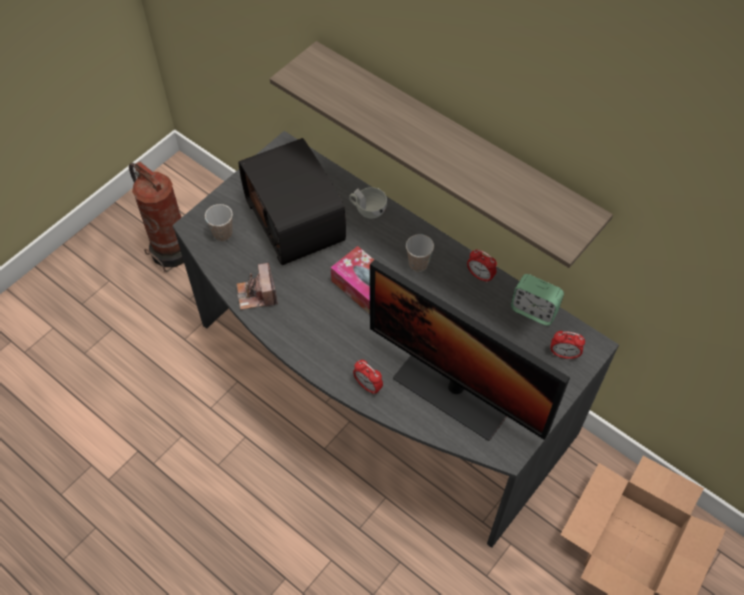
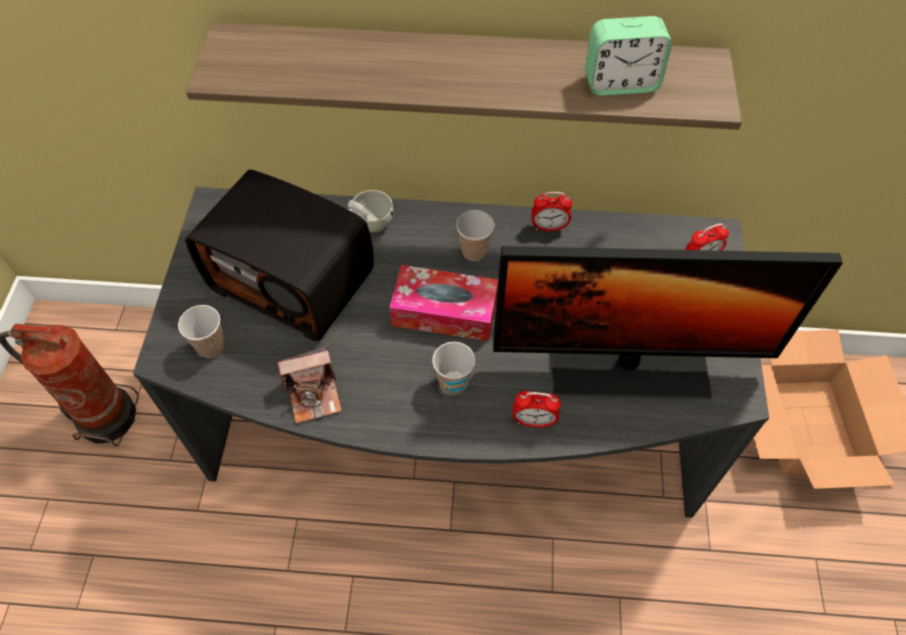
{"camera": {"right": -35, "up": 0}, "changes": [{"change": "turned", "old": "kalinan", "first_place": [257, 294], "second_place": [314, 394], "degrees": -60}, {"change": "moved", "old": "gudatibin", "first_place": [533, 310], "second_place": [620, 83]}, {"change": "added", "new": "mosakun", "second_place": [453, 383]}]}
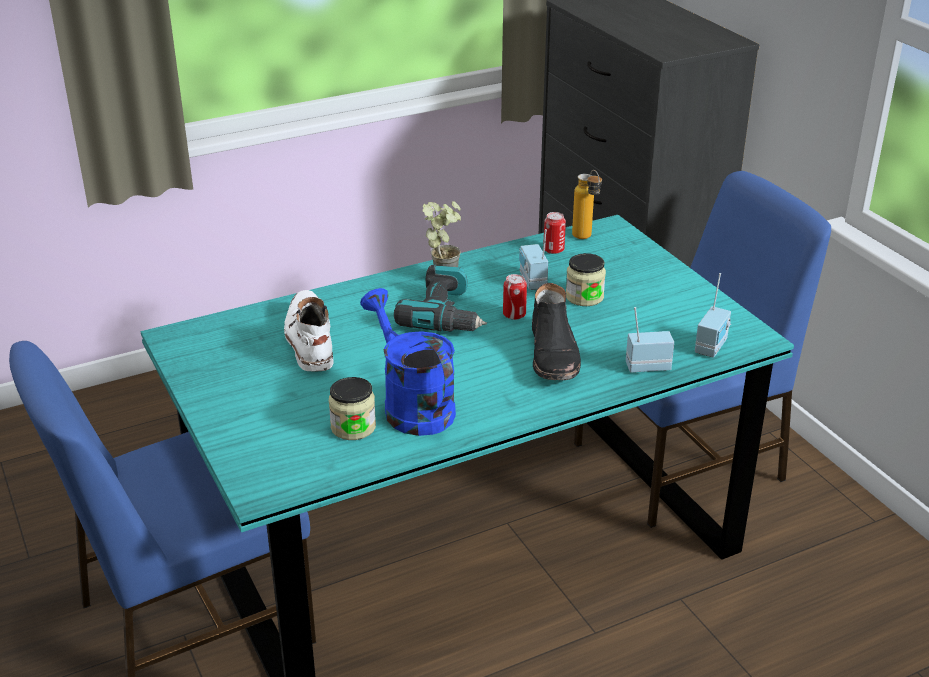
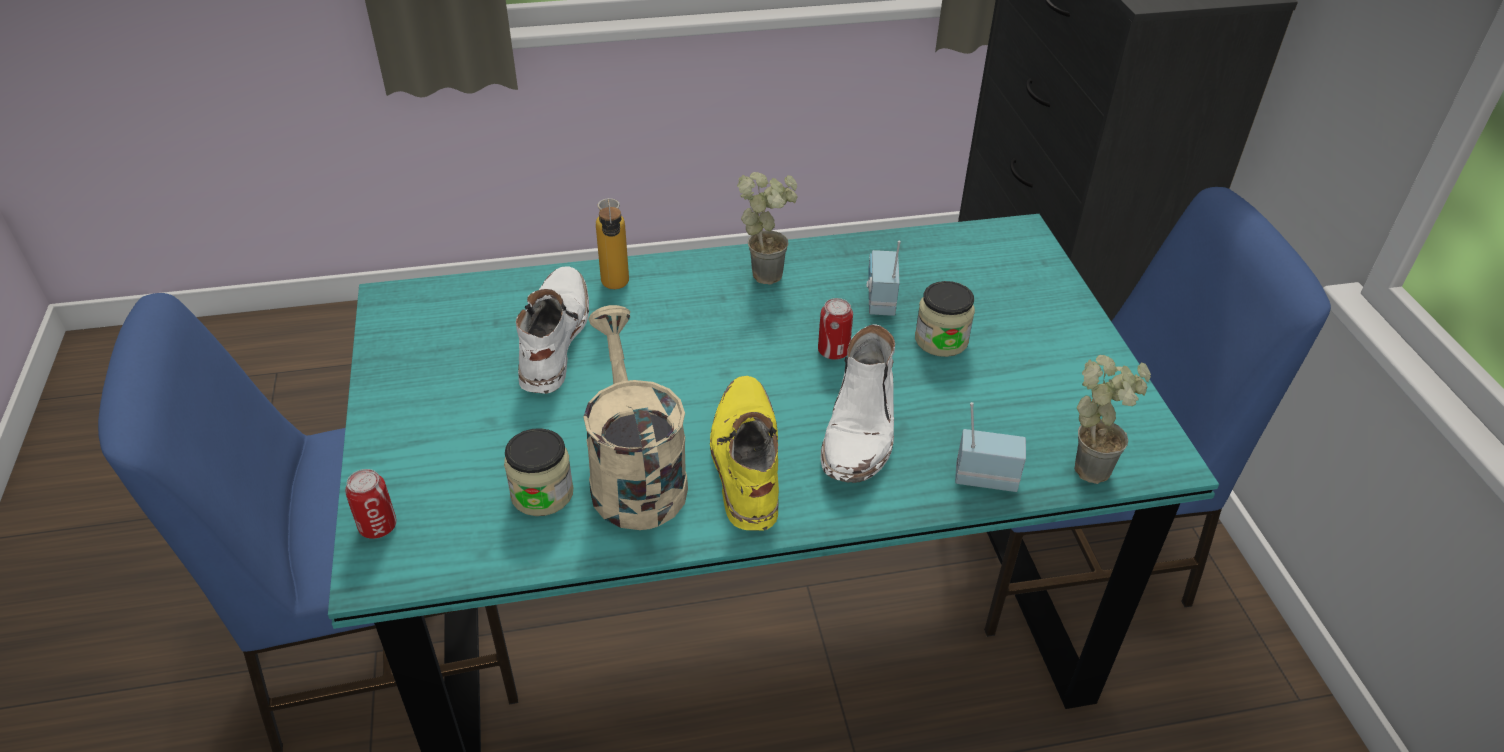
{"camera": {"right": 15, "up": 10}, "changes": [{"change": "moved", "old": "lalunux", "first_place": [585, 239], "second_place": [616, 289]}, {"change": "moved", "old": "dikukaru", "first_place": [553, 250], "second_place": [378, 526]}, {"change": "removed", "old": "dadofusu", "first_place": [446, 314]}, {"change": "replaced", "old": "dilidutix", "new": "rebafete", "first_place": [712, 347], "second_place": [1093, 463]}, {"change": "recoloured", "old": "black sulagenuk", "new": "white sulagenuk", "first_place": [554, 355], "second_place": [861, 429]}, {"change": "recoloured", "old": "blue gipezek", "new": "beige gipezek", "first_place": [412, 405], "second_place": [634, 474]}, {"change": "added", "new": "yellow sulagenuk", "second_place": [745, 461]}]}
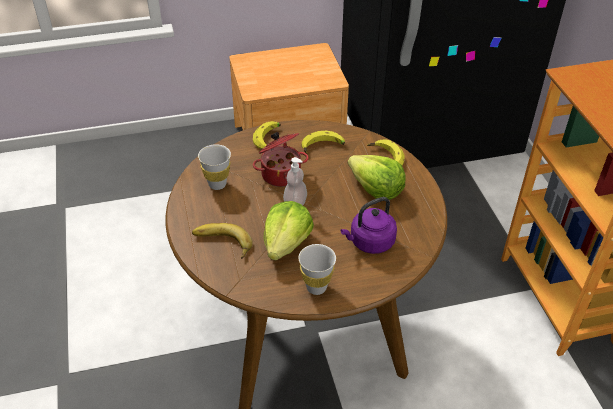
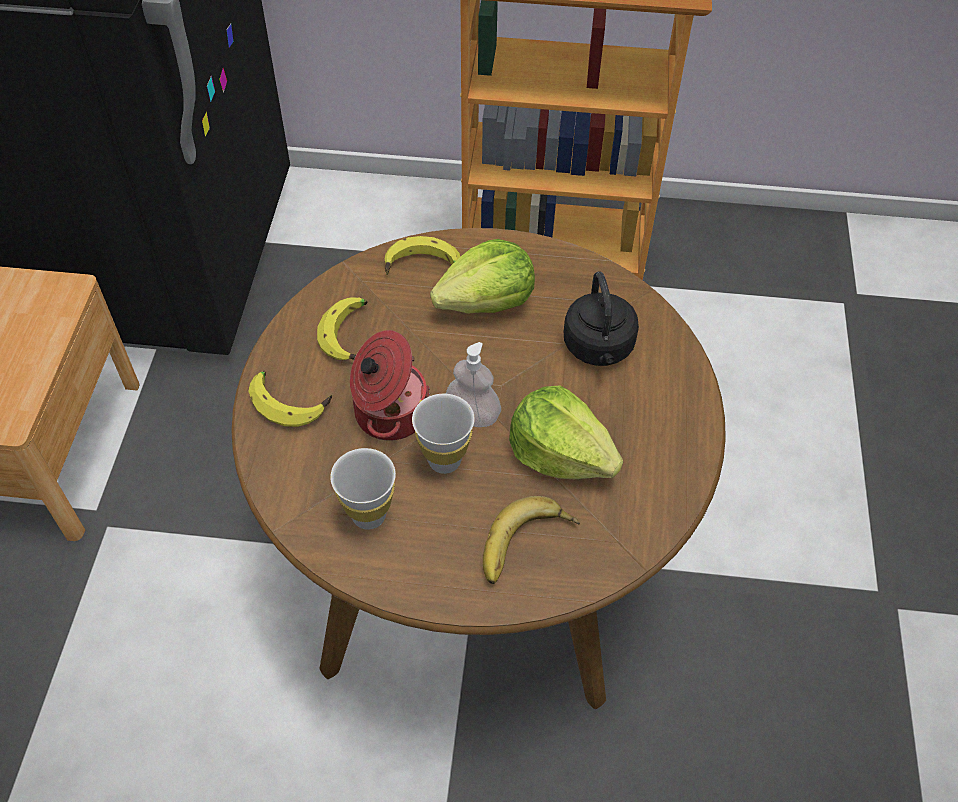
{"camera": {"right": -70, "up": 10}, "changes": [{"change": "recoloured", "old": "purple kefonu", "new": "black kefonu", "first_place": [369, 242], "second_place": [599, 348]}, {"change": "moved", "old": "white mosakun", "first_place": [316, 287], "second_place": [444, 460]}]}
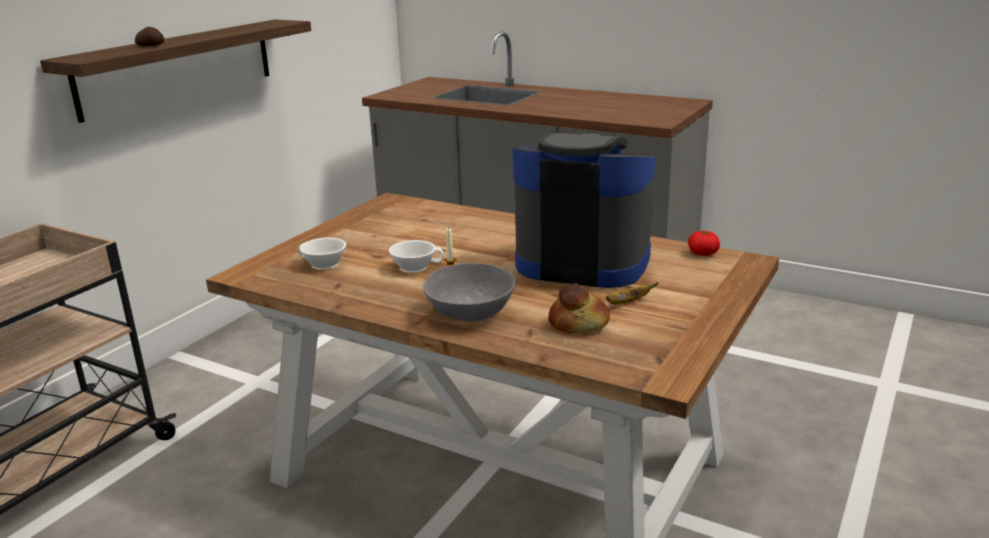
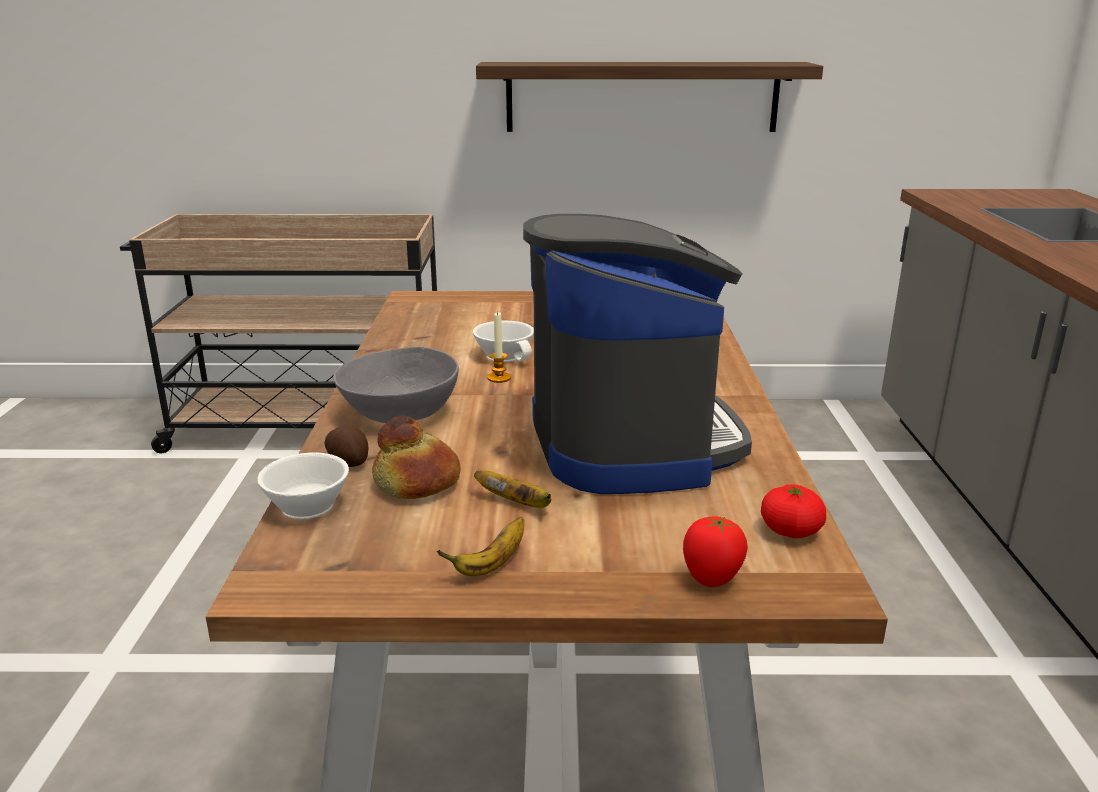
{"camera": {"right": 60, "up": 0}, "changes": [{"change": "moved", "old": "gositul", "first_place": [150, 46], "second_place": [348, 460]}, {"change": "moved", "old": "white mosakun", "first_place": [322, 264], "second_place": [304, 504]}, {"change": "added", "new": "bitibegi", "second_place": [491, 564]}, {"change": "added", "new": "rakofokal", "second_place": [711, 580]}]}
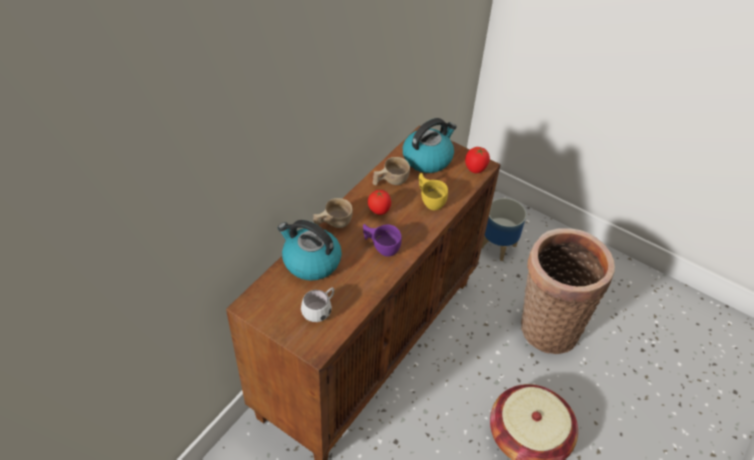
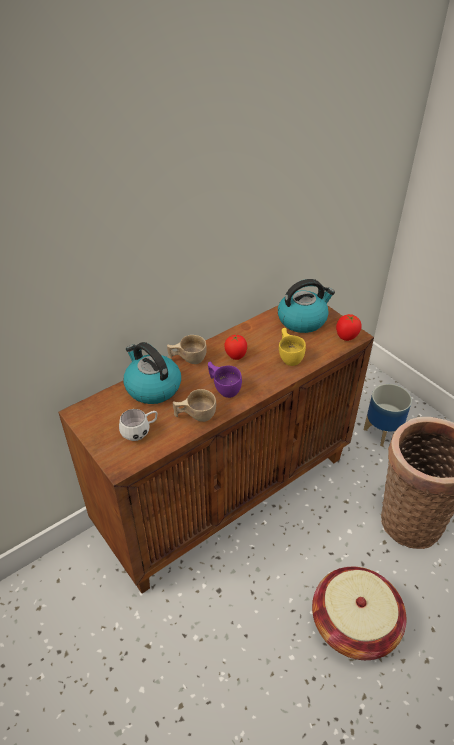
{"camera": {"right": 20, "up": -5}, "changes": [{"change": "moved", "old": "beige mosakun", "first_place": [390, 181], "second_place": [195, 415]}]}
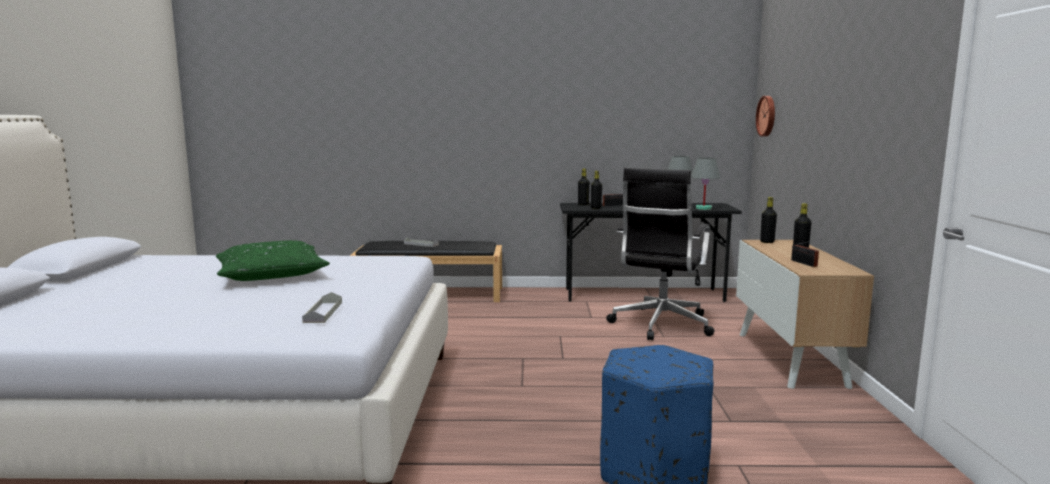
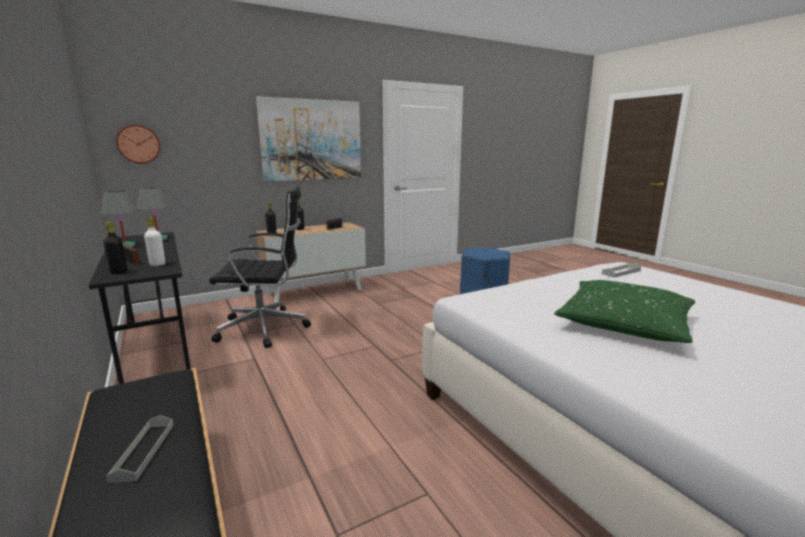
{"camera": {"right": -120, "up": 5}, "changes": [{"change": "recoloured", "old": "black lalunux", "new": "white lalunux", "first_place": [596, 208], "second_place": [157, 264]}, {"change": "added", "new": "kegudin", "second_place": [312, 140]}]}
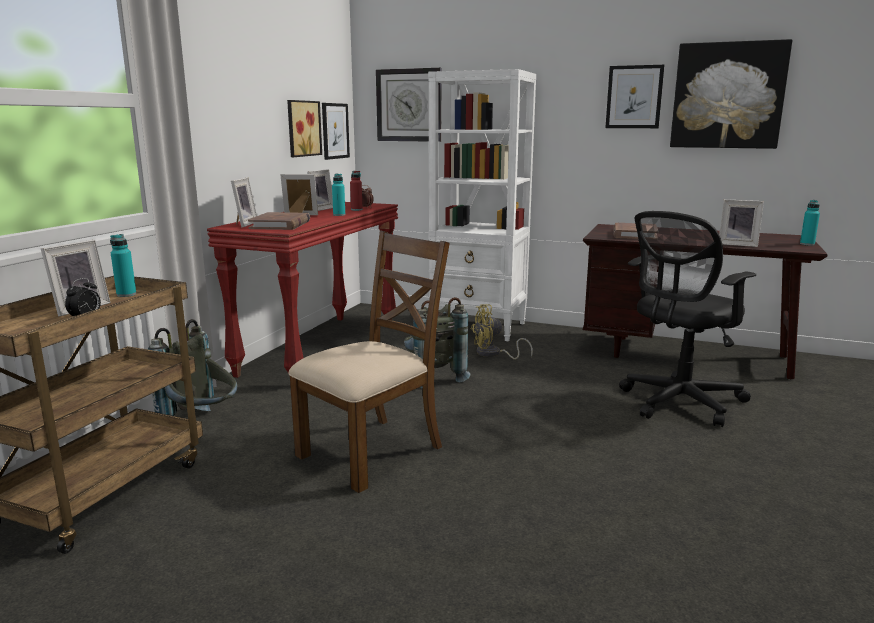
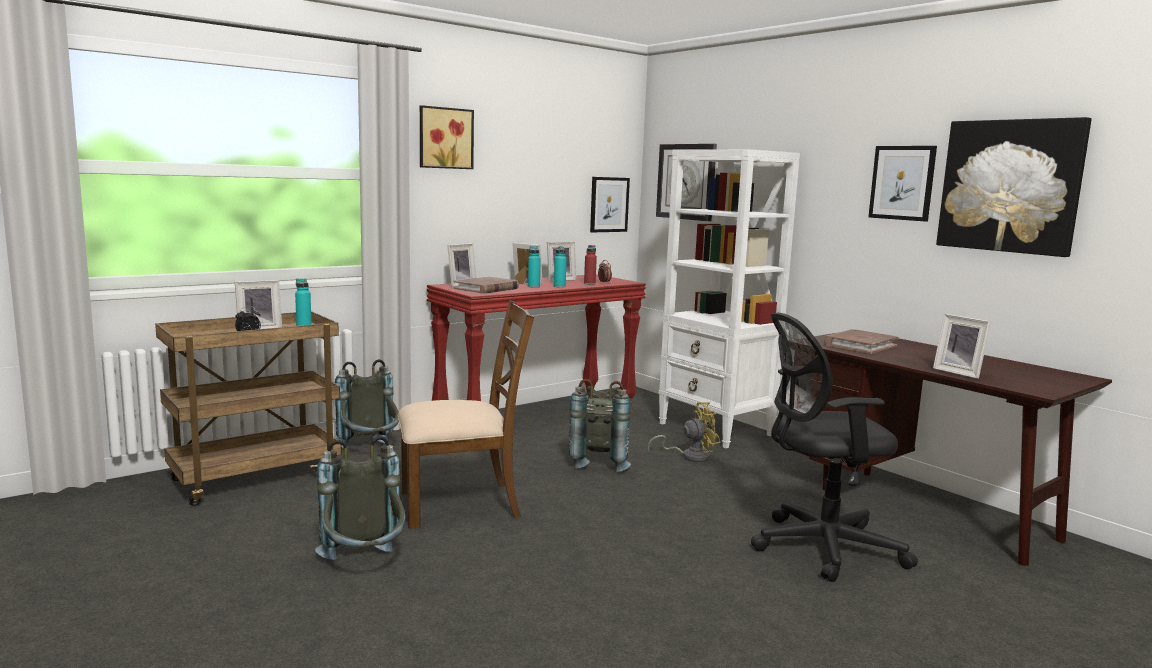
{"camera": {"right": 30, "up": -5}, "changes": [{"change": "moved", "old": "kegudin", "first_place": [302, 128], "second_place": [445, 138]}, {"change": "moved", "old": "turquoise lalunux", "first_place": [807, 244], "second_place": [533, 287]}, {"change": "turned", "old": "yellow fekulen", "first_place": [493, 354], "second_place": [690, 456], "degrees": 150}, {"change": "added", "new": "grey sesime", "second_place": [364, 566]}]}
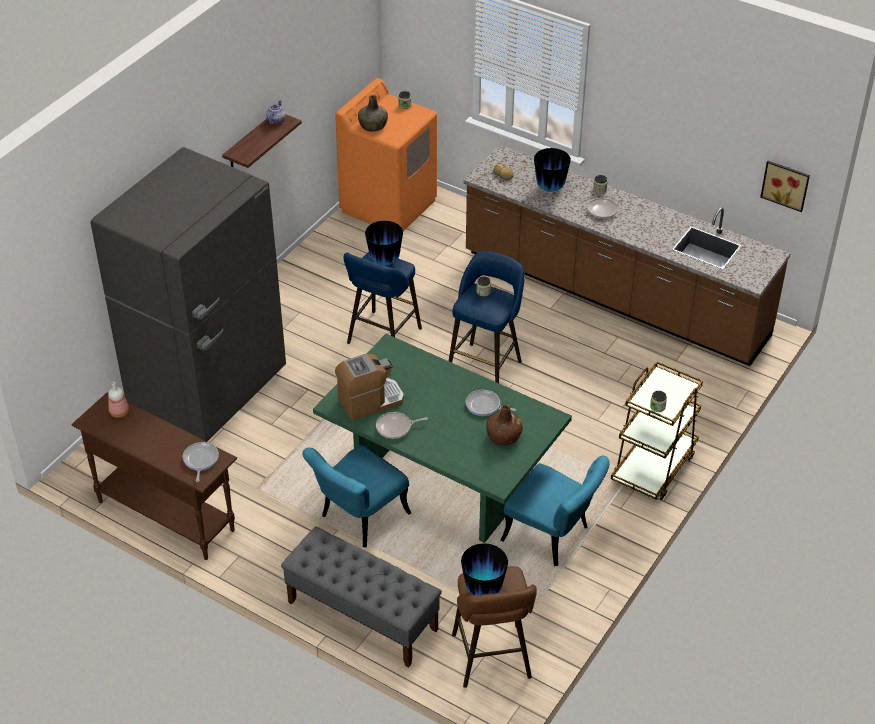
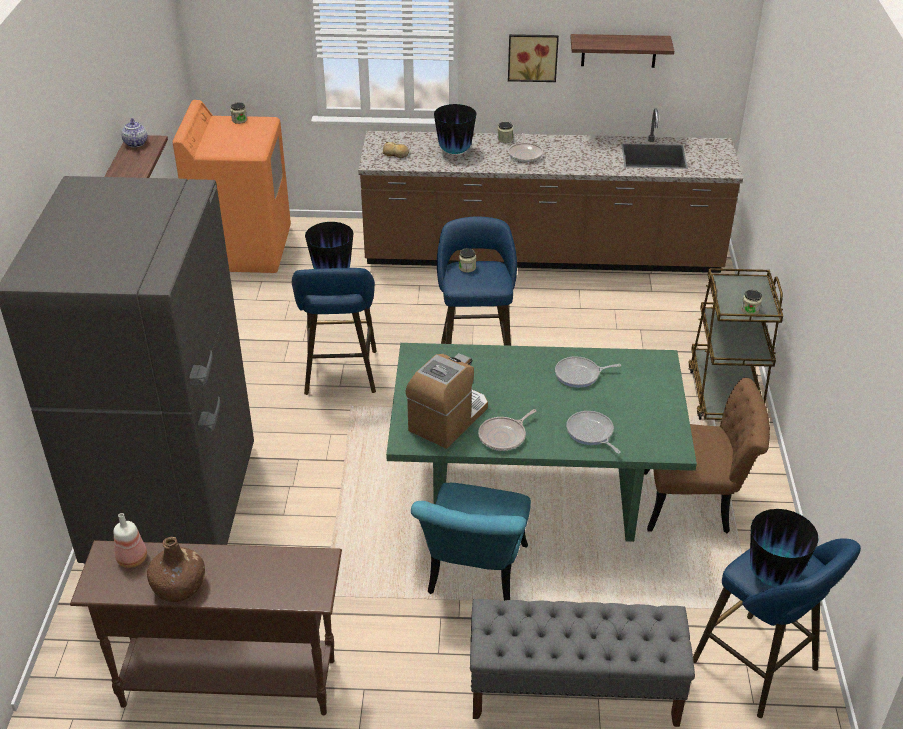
{"camera": {"right": -30, "up": -5}, "changes": [{"change": "removed", "old": "green lalunux", "first_place": [373, 126]}, {"change": "moved", "old": "kegudin", "first_place": [786, 184], "second_place": [532, 57]}, {"change": "moved", "old": "brown lalunux", "first_place": [504, 436], "second_place": [179, 586]}, {"change": "moved", "old": "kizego", "first_place": [200, 460], "second_place": [591, 433]}, {"change": "recoloured", "old": "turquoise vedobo", "new": "brown vedobo", "first_place": [553, 537], "second_place": [696, 503]}, {"change": "recoloured", "old": "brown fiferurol", "new": "blue fiferurol", "first_place": [492, 660], "second_place": [760, 669]}, {"change": "added", "new": "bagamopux", "second_place": [619, 50]}]}
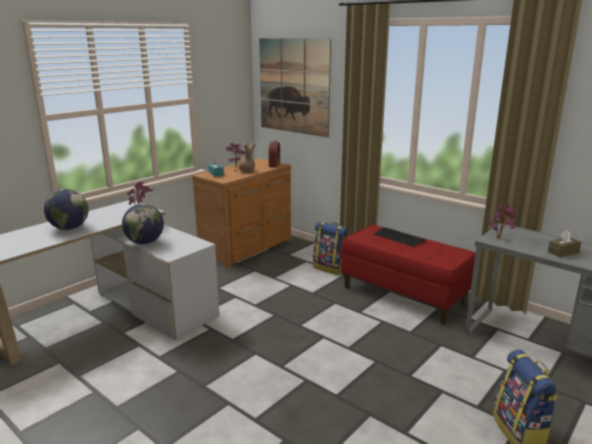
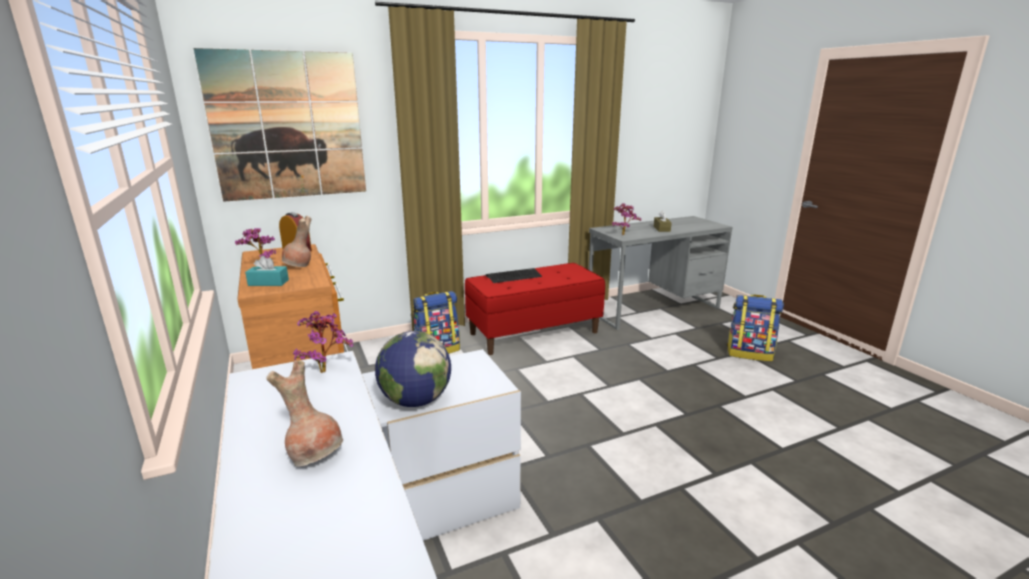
{"camera": {"right": -65, "up": 0}, "changes": [{"change": "replaced", "old": "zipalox", "new": "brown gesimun", "first_place": [69, 228], "second_place": [315, 455]}]}
